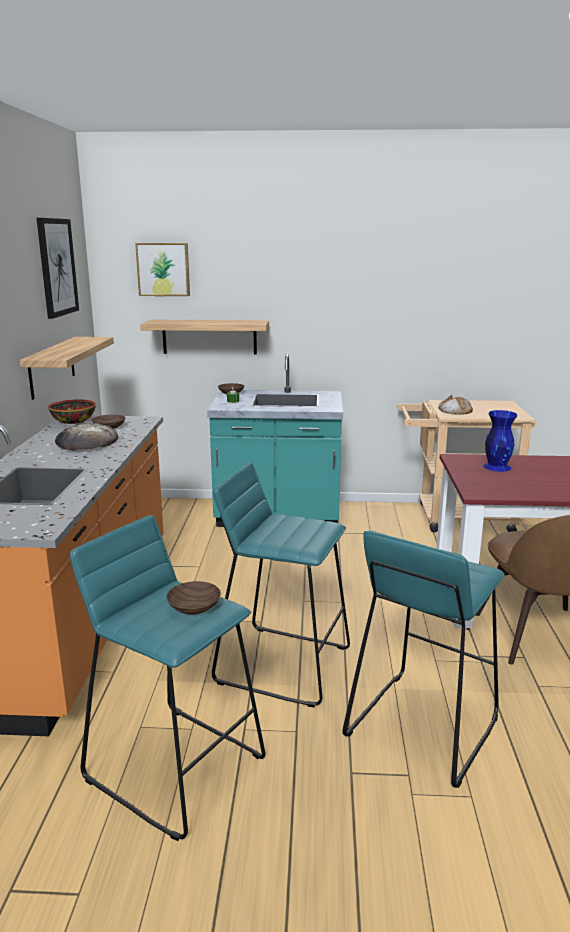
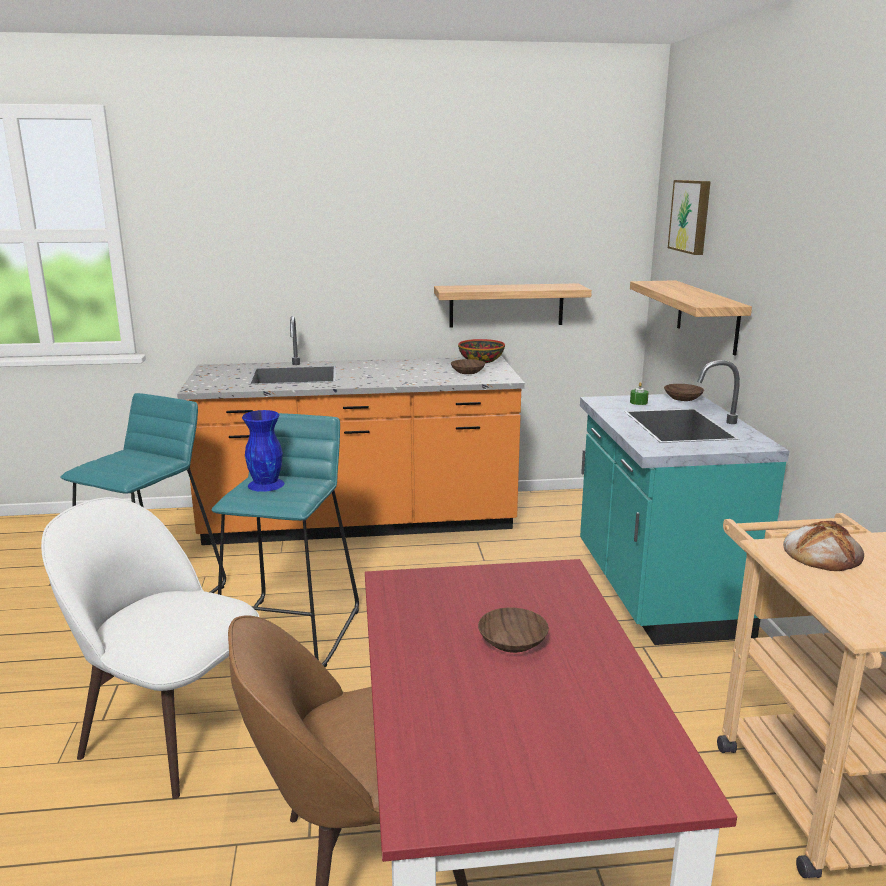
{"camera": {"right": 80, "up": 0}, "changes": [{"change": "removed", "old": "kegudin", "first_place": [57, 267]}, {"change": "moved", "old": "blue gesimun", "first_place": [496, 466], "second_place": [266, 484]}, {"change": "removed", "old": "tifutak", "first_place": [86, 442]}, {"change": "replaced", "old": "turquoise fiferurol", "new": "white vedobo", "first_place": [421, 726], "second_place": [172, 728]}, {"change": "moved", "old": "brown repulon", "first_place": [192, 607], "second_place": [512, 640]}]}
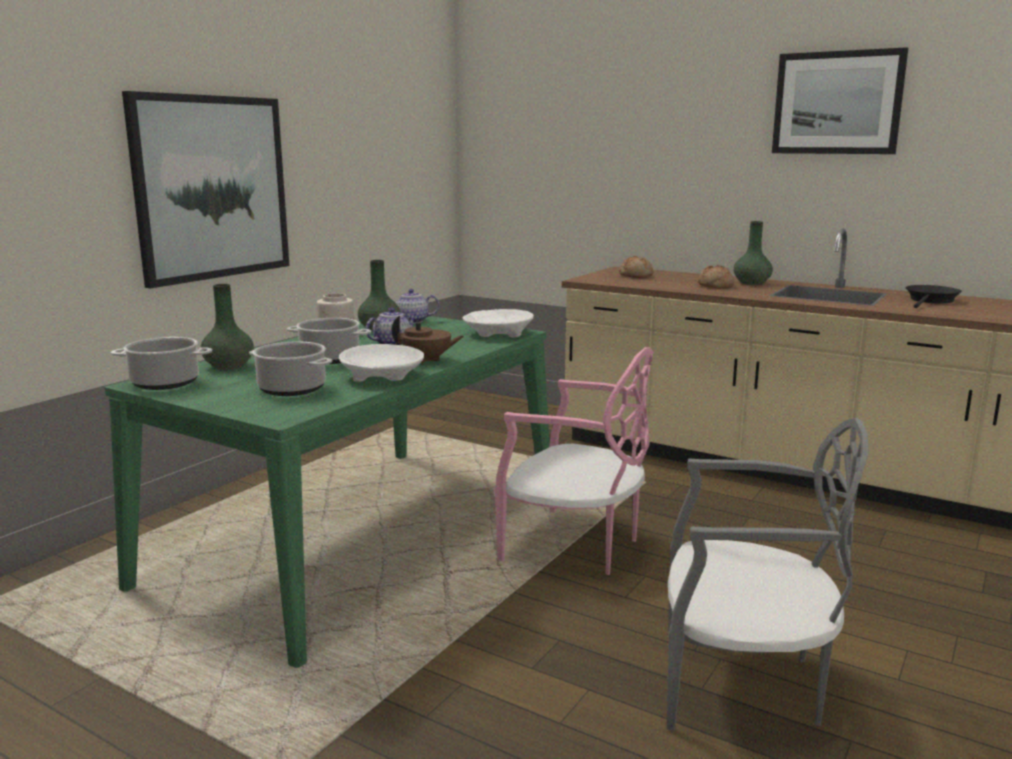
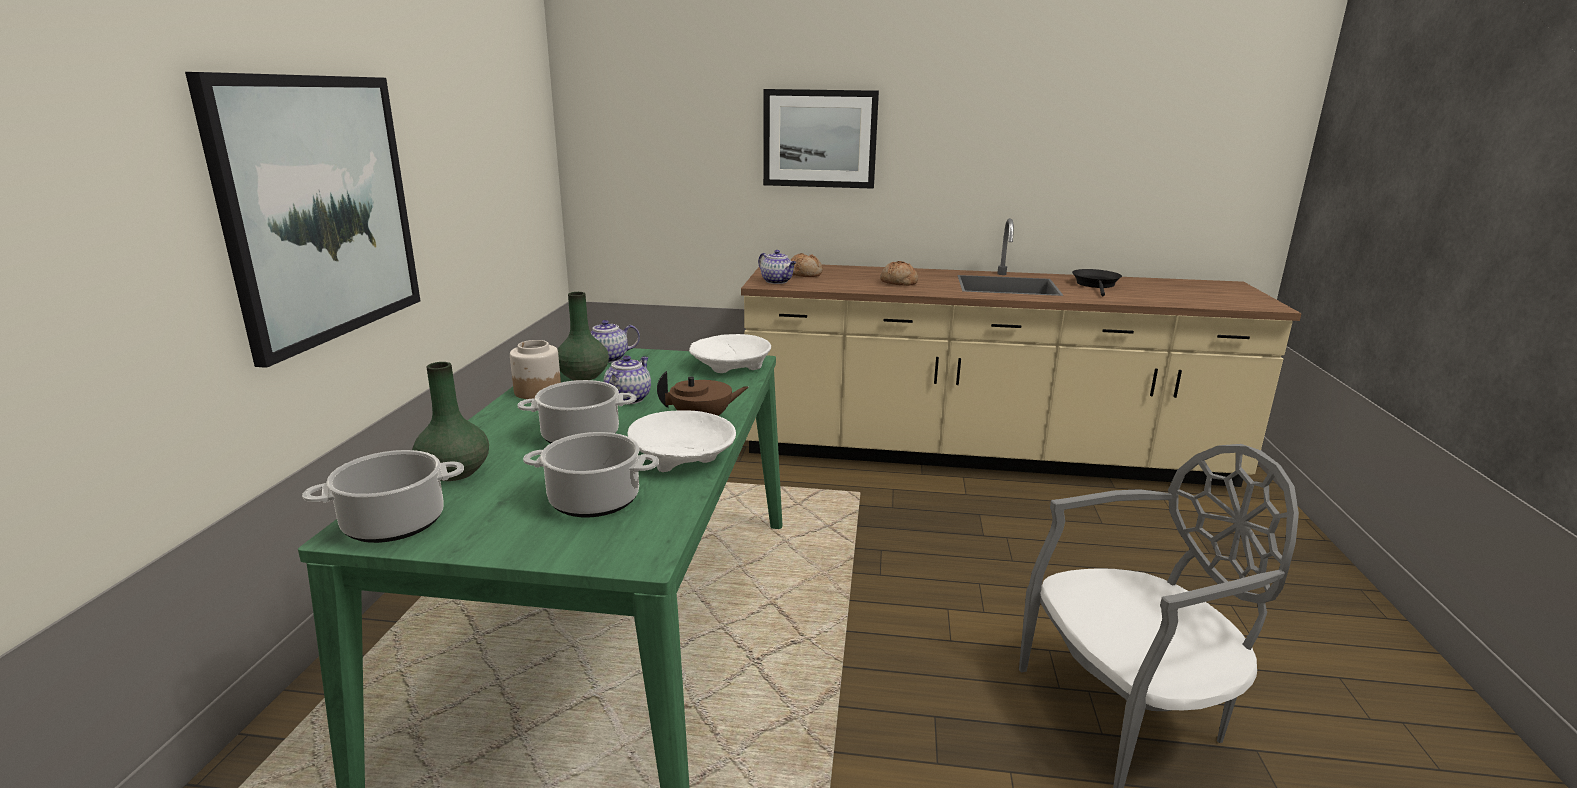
{"camera": {"right": -25, "up": 5}, "changes": [{"change": "moved", "old": "kegudin", "first_place": [837, 103], "second_place": [819, 139]}, {"change": "removed", "old": "green gesimun", "first_place": [751, 283]}, {"change": "removed", "old": "pink vedobo", "first_place": [575, 546]}, {"change": "added", "new": "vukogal", "second_place": [777, 281]}]}
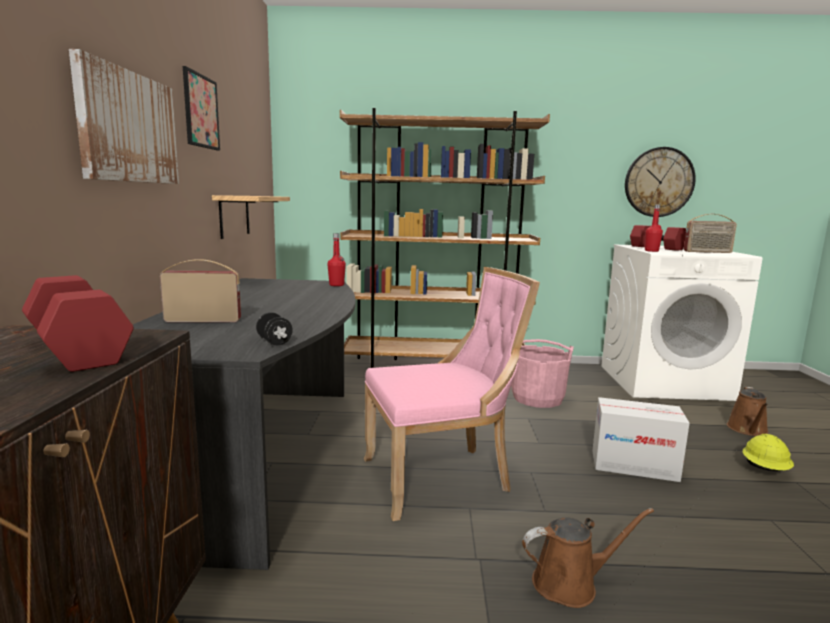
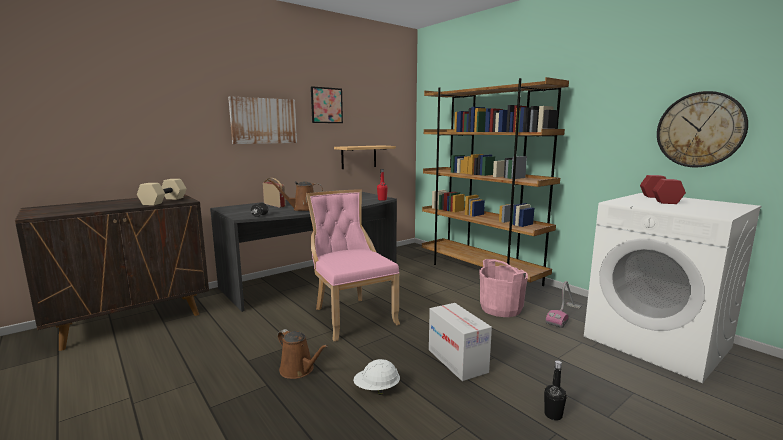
{"camera": {"right": 50, "up": 0}, "changes": [{"change": "removed", "old": "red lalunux", "first_place": [651, 251]}, {"change": "removed", "old": "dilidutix", "first_place": [707, 252]}, {"change": "turned", "old": "pink vedobo", "first_place": [441, 477], "second_place": [351, 316], "degrees": -150}, {"change": "recoloured", "old": "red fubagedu", "new": "beige fubagedu", "first_place": [75, 350], "second_place": [163, 201]}, {"change": "moved", "old": "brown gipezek", "first_place": [748, 430], "second_place": [302, 209]}, {"change": "replaced", "old": "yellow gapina", "new": "black lalunux", "first_place": [765, 470], "second_place": [553, 415]}, {"change": "added", "new": "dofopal", "second_place": [564, 315]}, {"change": "added", "new": "white gapina", "second_place": [376, 389]}]}
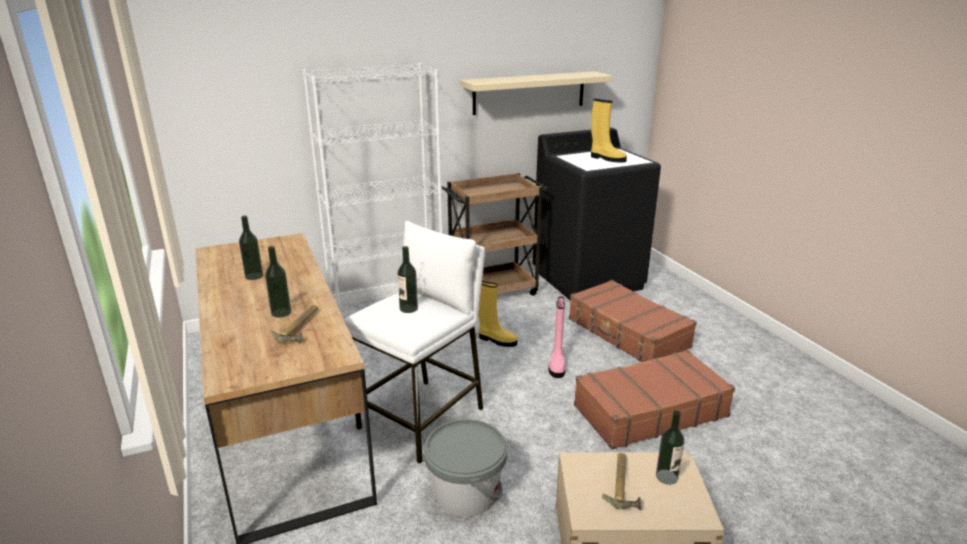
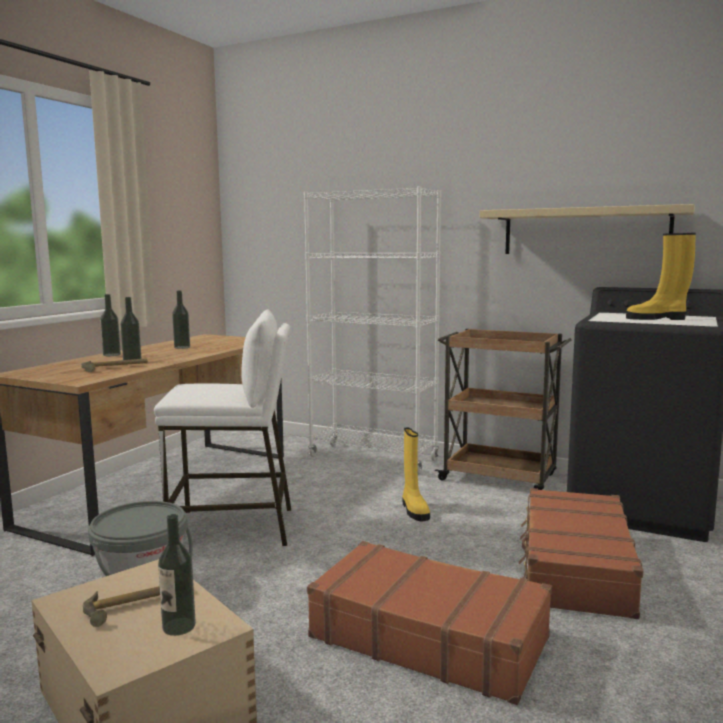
{"camera": {"right": 50, "up": -15}, "changes": [{"change": "turned", "old": "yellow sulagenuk", "first_place": [606, 158], "second_place": [657, 318], "degrees": 105}, {"change": "moved", "old": "lalunux", "first_place": [408, 308], "second_place": [111, 355]}, {"change": "removed", "old": "pink sulagenuk", "first_place": [557, 364]}]}
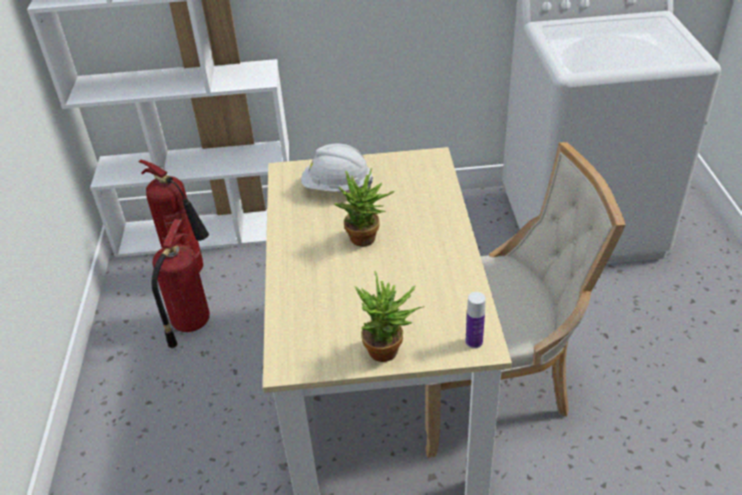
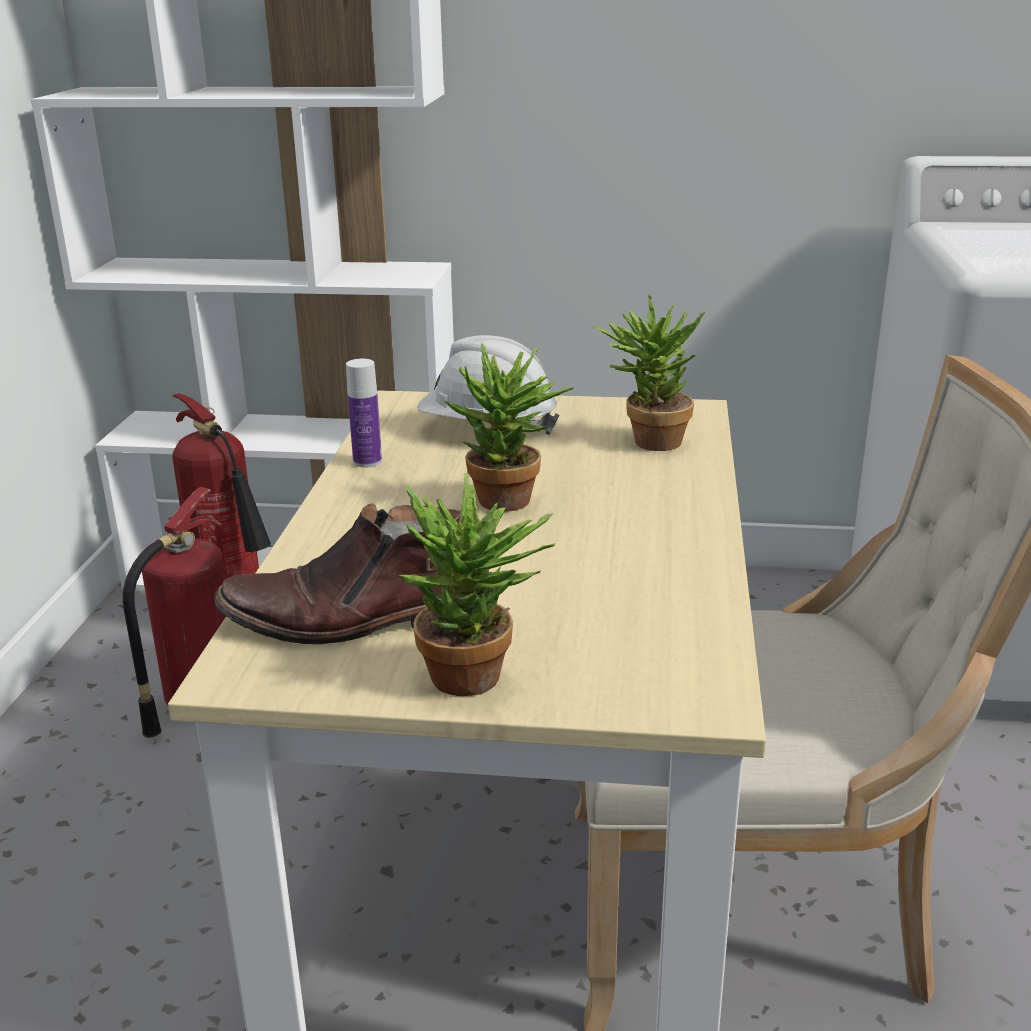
{"camera": {"right": 10, "up": -15}, "changes": [{"change": "moved", "old": "lalunux", "first_place": [474, 342], "second_place": [367, 461]}, {"change": "added", "new": "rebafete", "second_place": [647, 441]}, {"change": "added", "new": "brown sulagenuk", "second_place": [354, 617]}]}
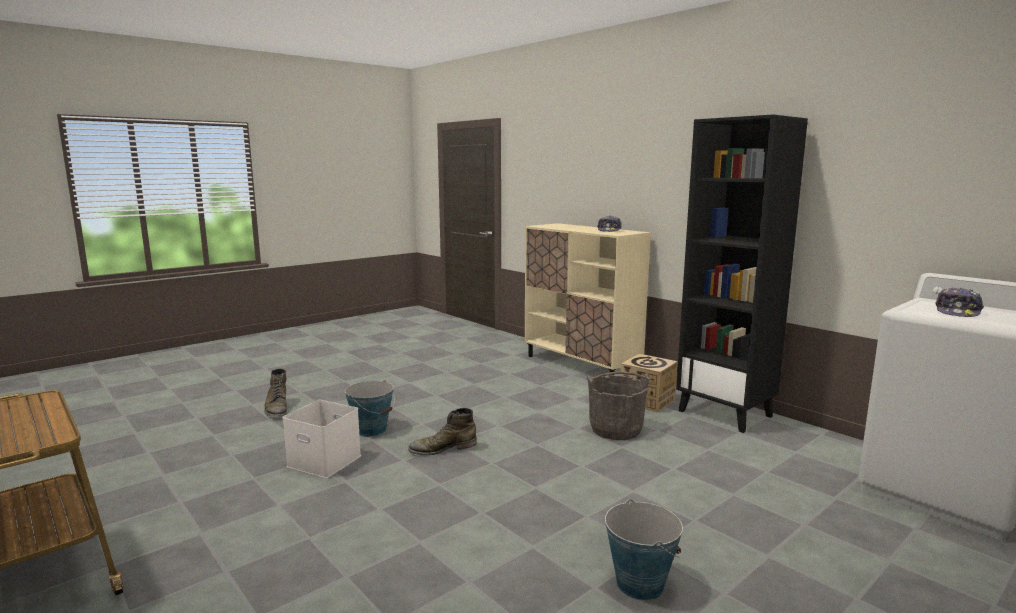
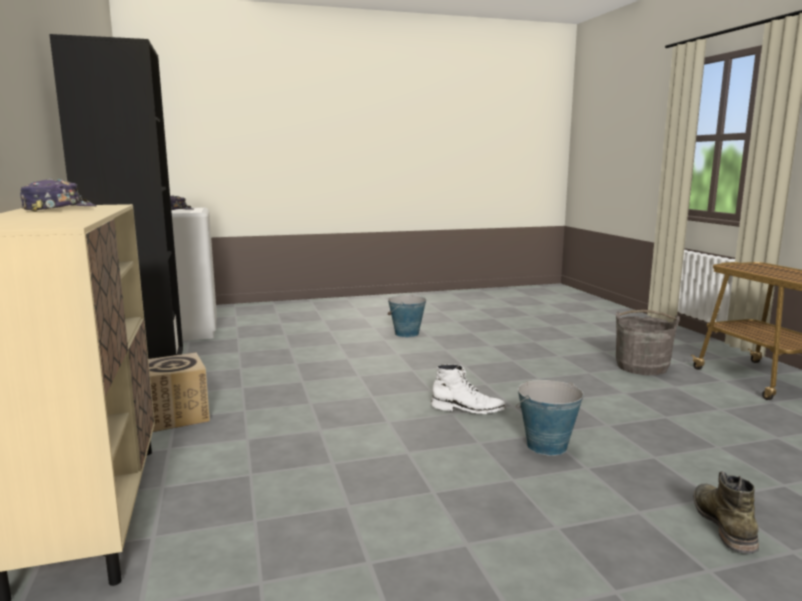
{"camera": {"right": -155, "up": 0}, "changes": [{"change": "moved", "old": "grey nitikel", "first_place": [615, 429], "second_place": [641, 367]}, {"change": "removed", "old": "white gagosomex", "first_place": [322, 461]}, {"change": "recoloured", "old": "green sulagenuk", "new": "white sulagenuk", "first_place": [443, 448], "second_place": [468, 409]}]}
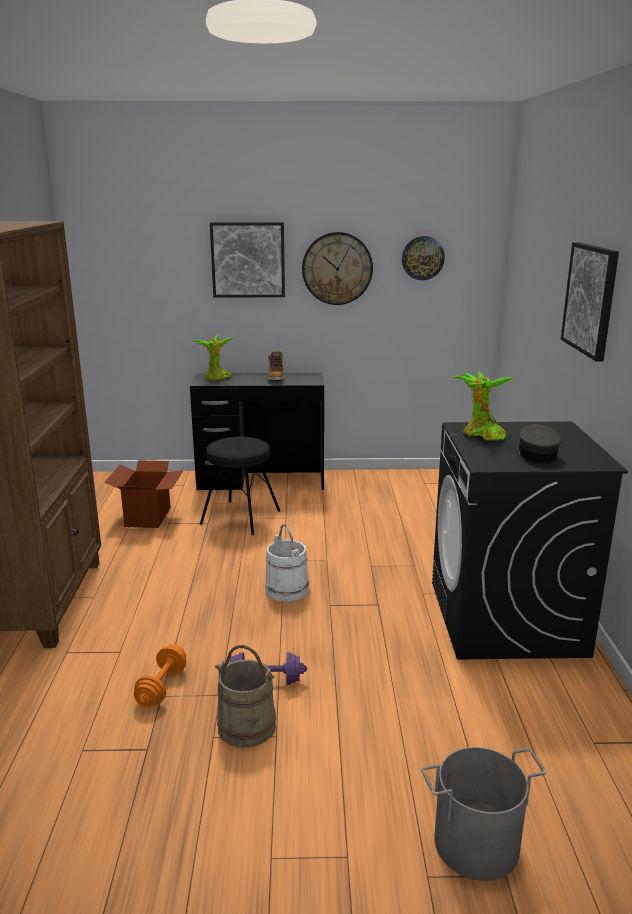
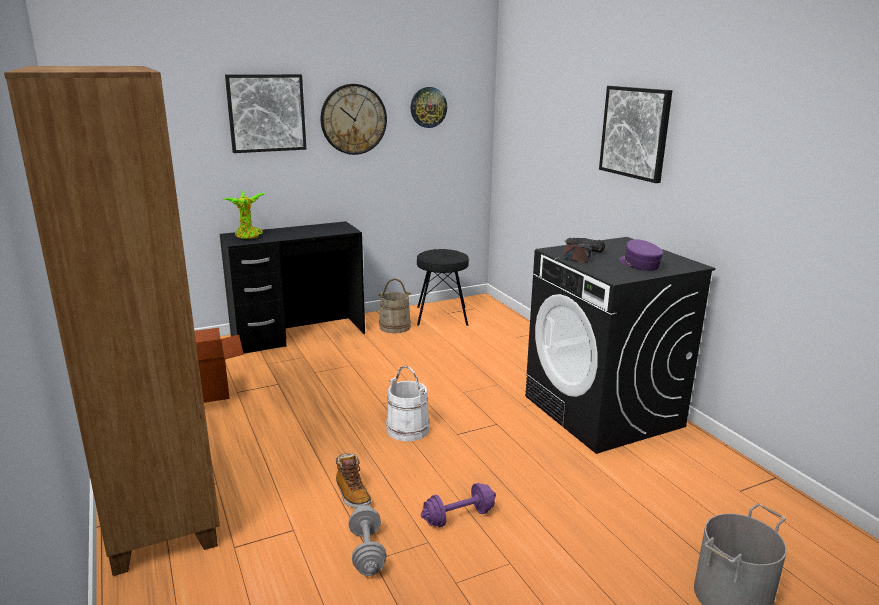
{"camera": {"right": -25, "up": 0}, "changes": [{"change": "moved", "old": "sulagenuk", "first_place": [276, 379], "second_place": [352, 494]}, {"change": "replaced", "old": "rebafete", "new": "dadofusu", "first_place": [481, 435], "second_place": [579, 255]}, {"change": "recoloured", "old": "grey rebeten", "new": "purple rebeten", "first_place": [536, 454], "second_place": [639, 264]}, {"change": "moved", "old": "black fiferurol", "first_place": [240, 517], "second_place": [441, 316]}, {"change": "recoloured", "old": "orange fubagedu", "new": "grey fubagedu", "first_place": [162, 687], "second_place": [367, 552]}, {"change": "moved", "old": "beige nitikel", "first_place": [247, 726], "second_place": [395, 327]}]}
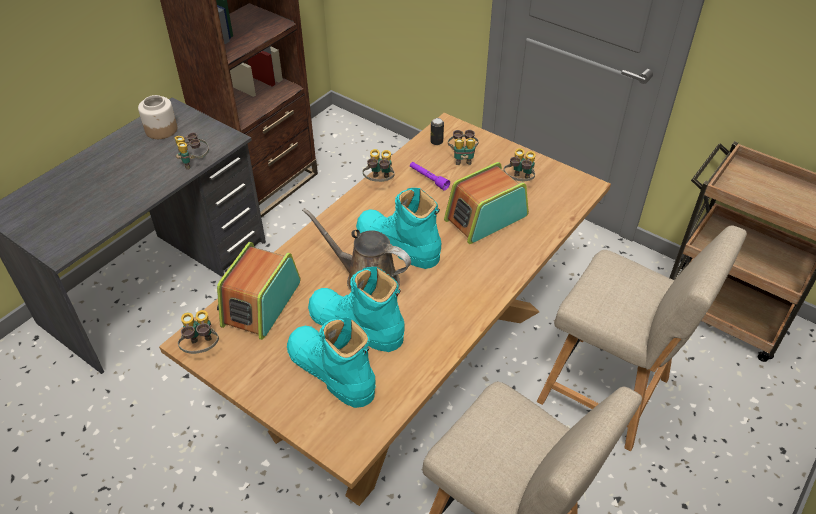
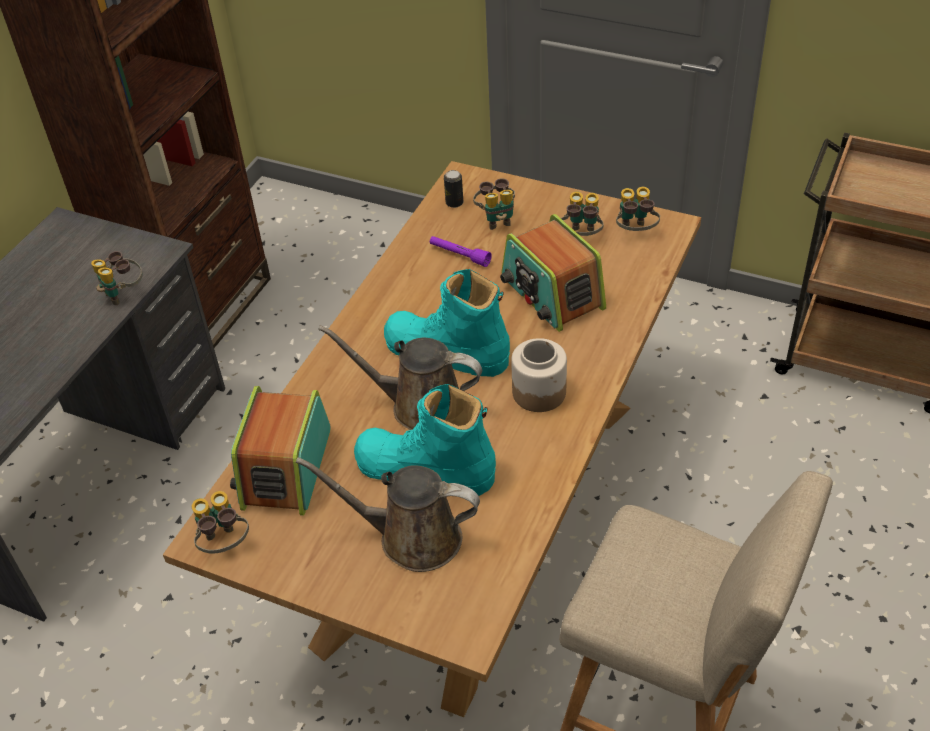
{"camera": {"right": -10, "up": 0}, "changes": [{"change": "moved", "old": "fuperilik", "first_place": [161, 129], "second_place": [539, 392]}, {"change": "moved", "old": "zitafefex", "first_place": [379, 182], "second_place": [635, 232]}, {"change": "turned", "old": "dilidutix", "first_place": [485, 218], "second_place": [551, 293], "degrees": -75}, {"change": "removed", "old": "beige vedobo", "first_place": [610, 393]}, {"change": "replaced", "old": "turquoise sulagenuk", "new": "brown gipezek", "first_place": [331, 372], "second_place": [411, 537]}]}
